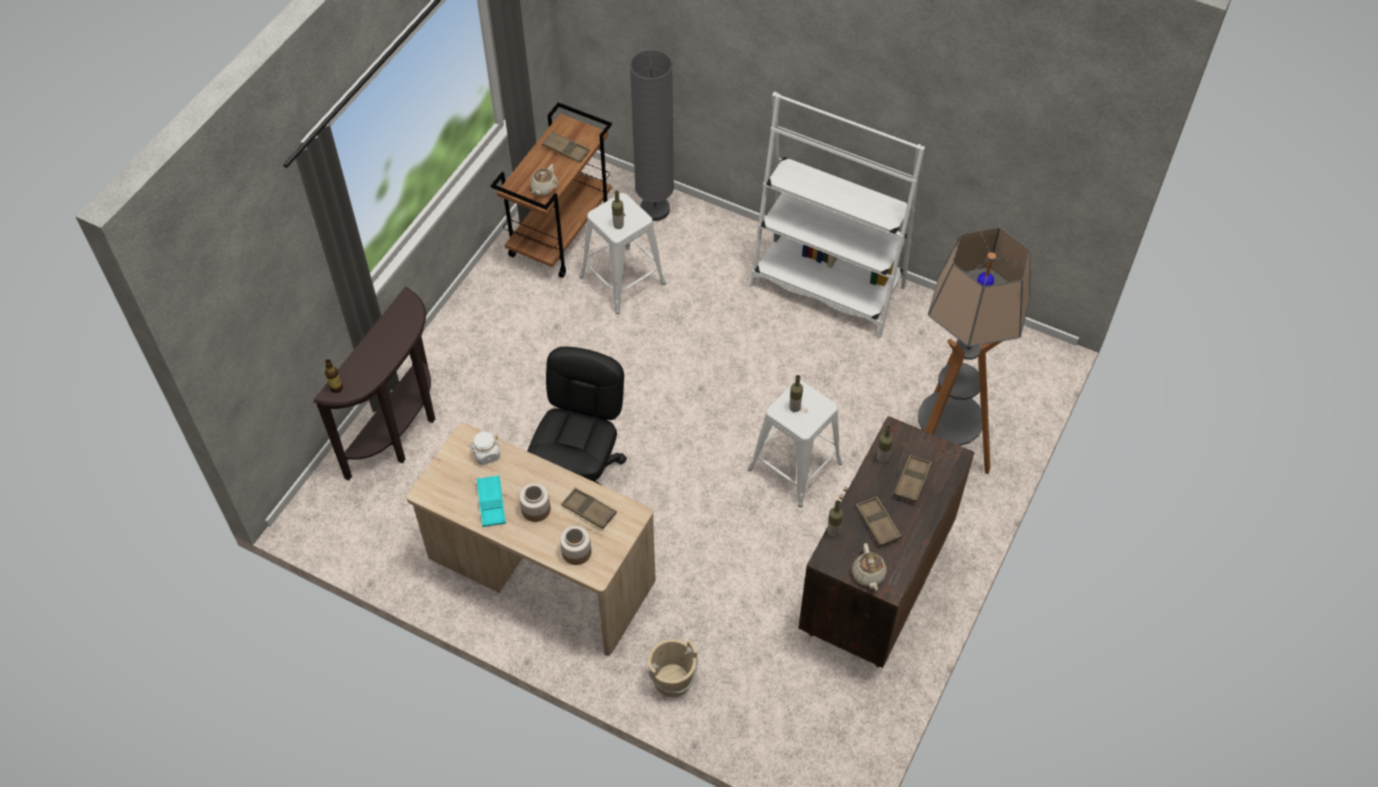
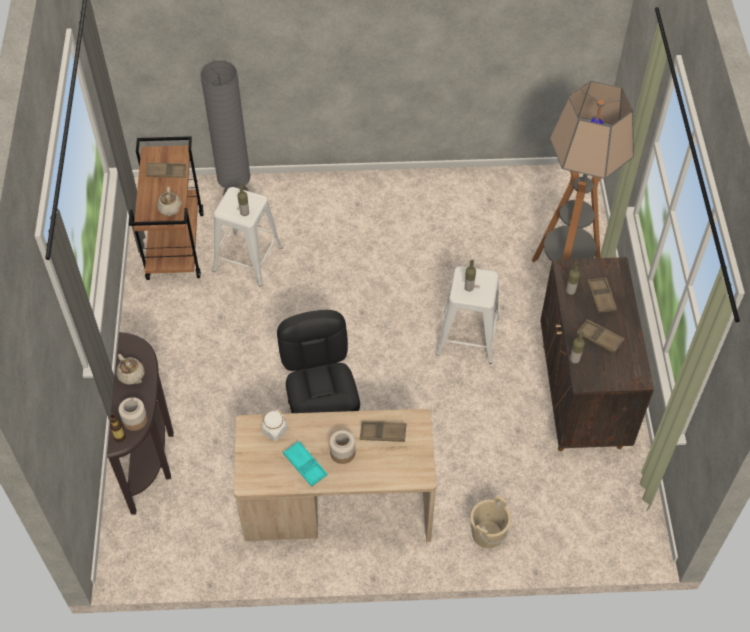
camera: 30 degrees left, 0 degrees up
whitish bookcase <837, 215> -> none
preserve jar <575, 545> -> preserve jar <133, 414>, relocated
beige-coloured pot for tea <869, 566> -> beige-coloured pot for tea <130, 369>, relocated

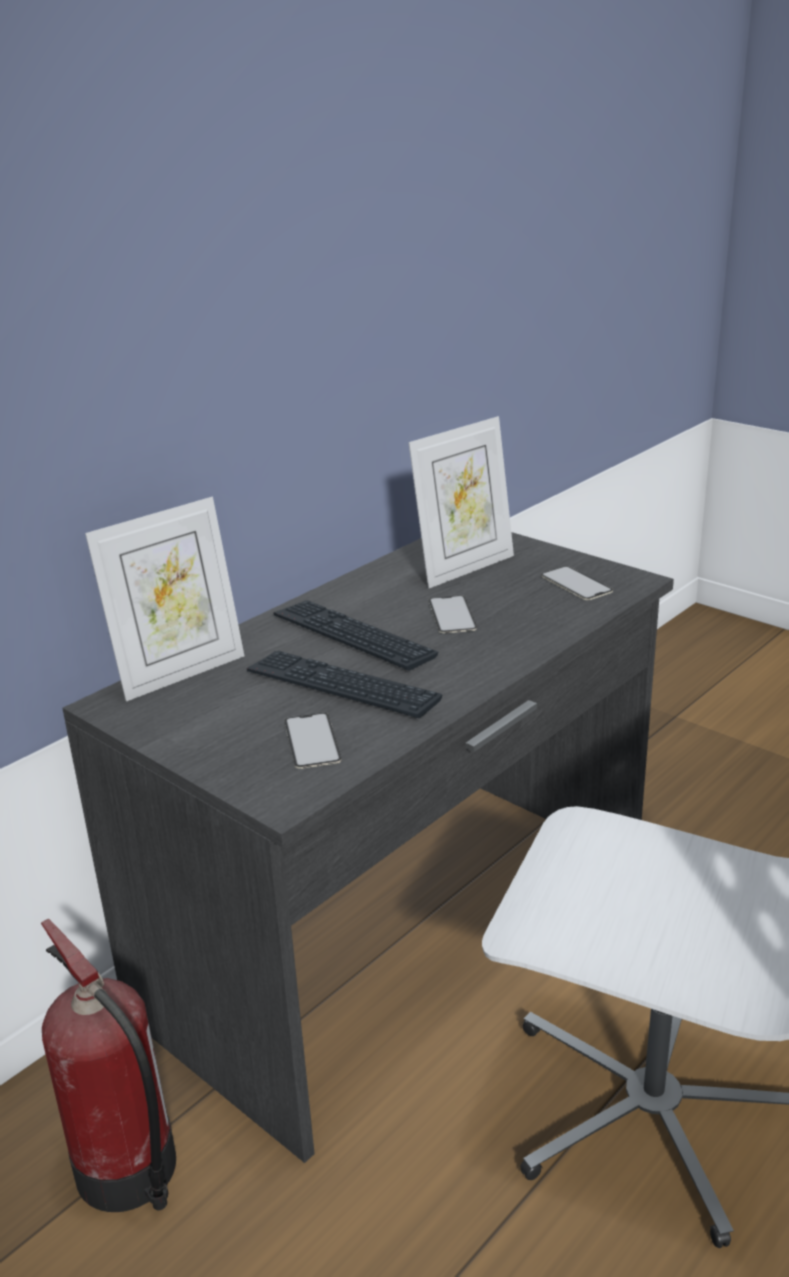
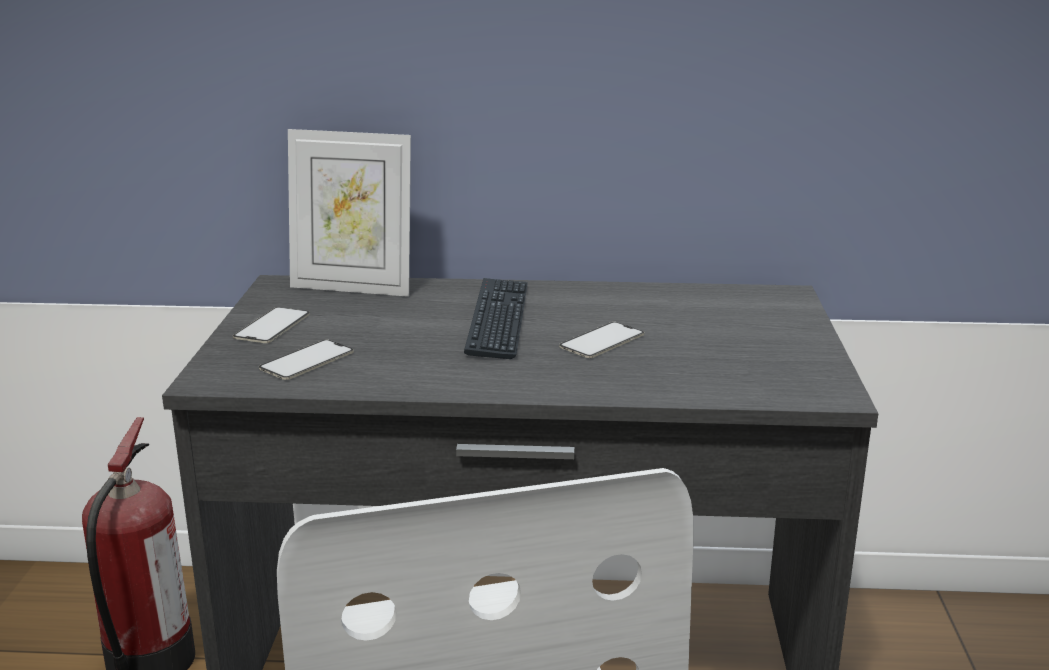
camera: 50 degrees right, 5 degrees down
picture frame <461, 502> -> none
handset <577, 583> -> handset <271, 325>, relocated
computer keyboard <345, 684> -> none

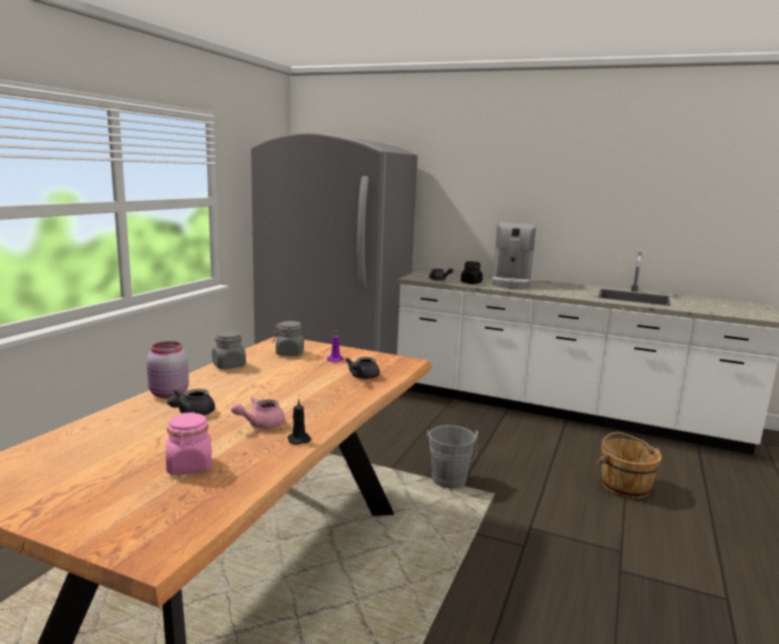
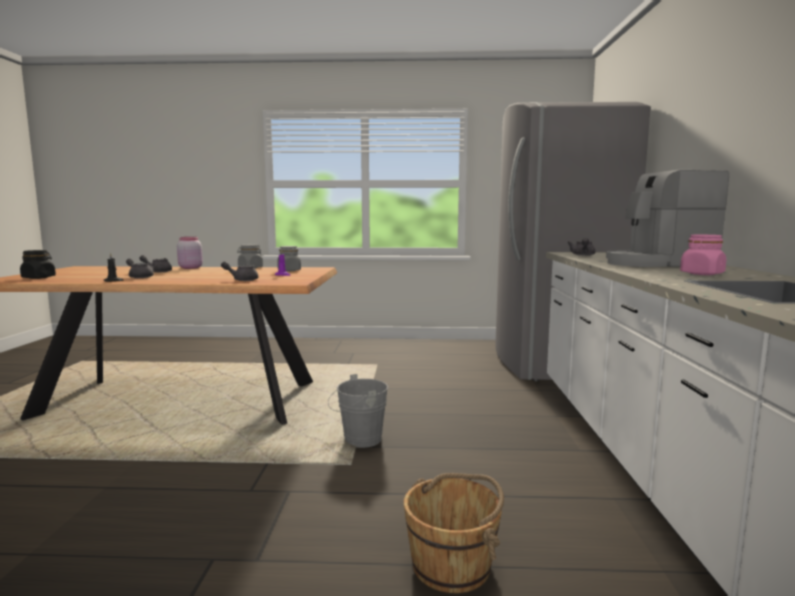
camera: 70 degrees right, 5 degrees down
black preserve jar <472, 272> -> black preserve jar <38, 264>, relocated
pink pot for tea <258, 412> -> grey pot for tea <140, 268>
pink preserve jar <189, 443> -> pink preserve jar <703, 255>, relocated

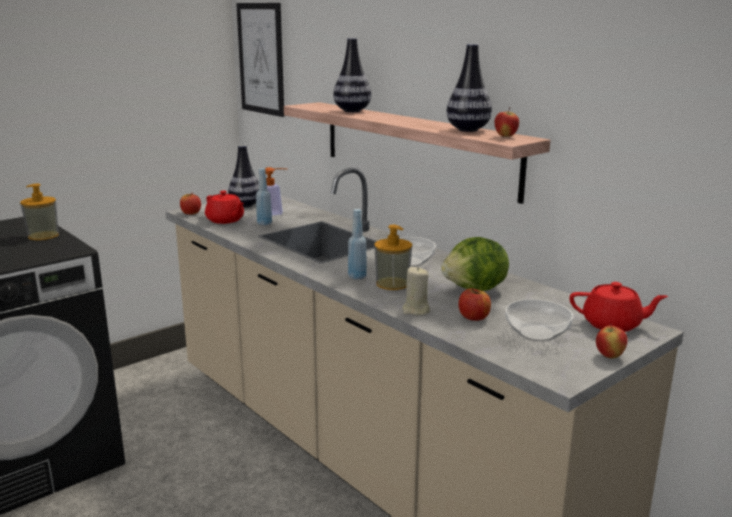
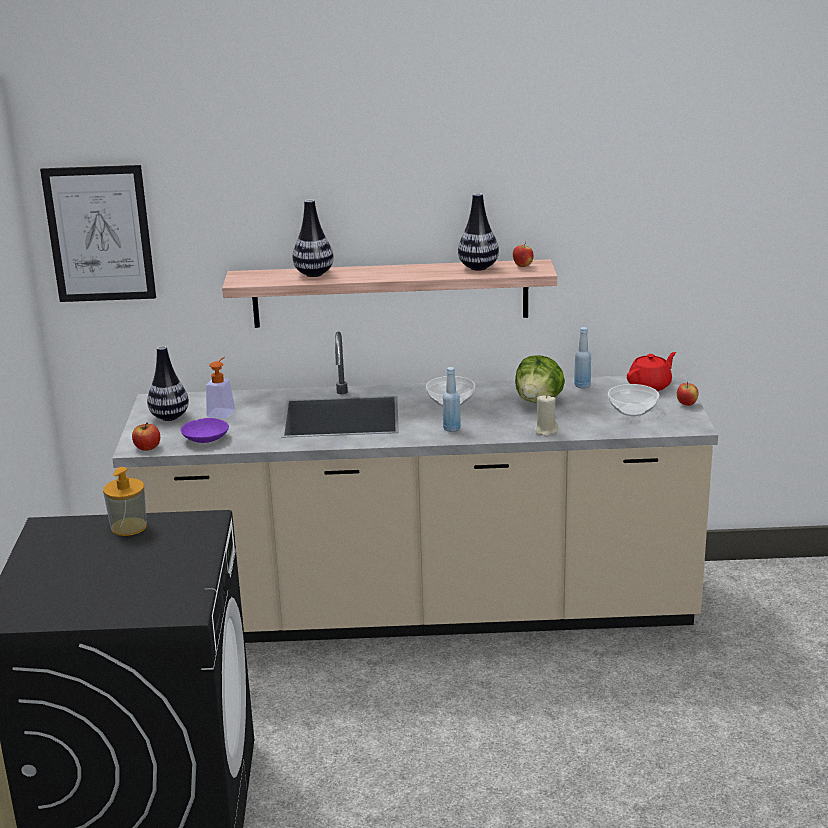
camera: 50 degrees left, 5 degrees up
bluish beverage bottle <264, 196> -> bluish beverage bottle <582, 357>, relocated
red-coloured pot for tea <224, 207> -> purple-coloured deep dish <205, 430>
soap dispenser <393, 257> -> none
whole apple <475, 304> -> none

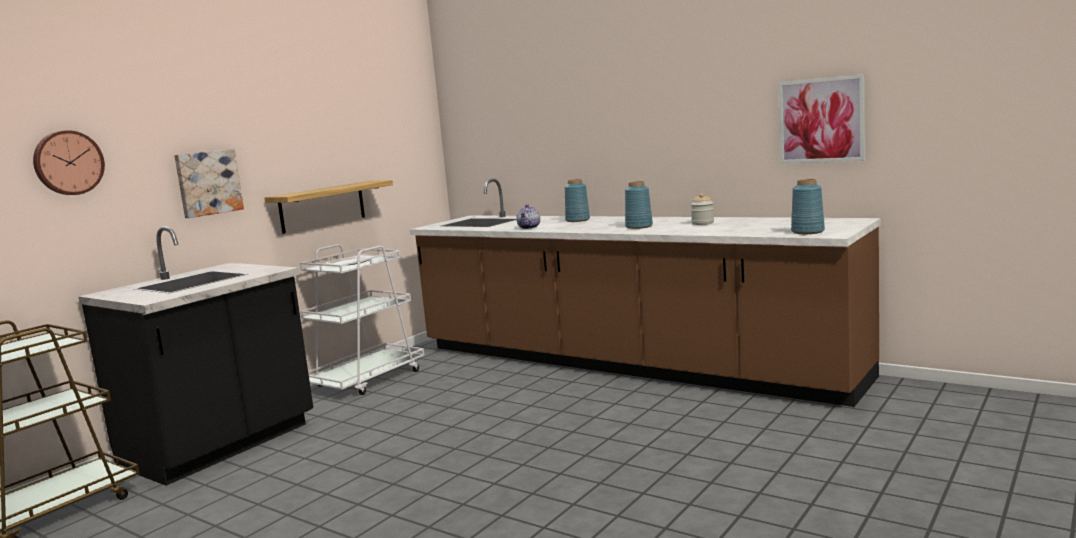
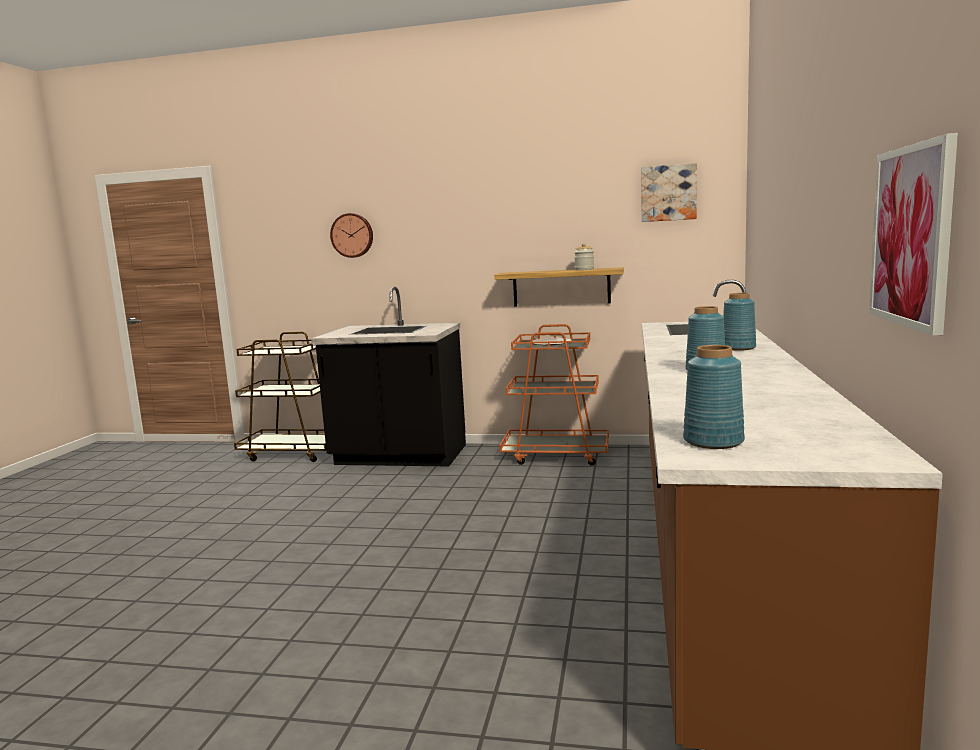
camera: 65 degrees right, 0 degrees up
picture <209, 183> -> picture <669, 192>, relocated
preserve jar <702, 209> -> preserve jar <584, 256>, relocated
pot for tea <528, 216> -> none
whitish wheeled cart <362, 319> -> orange wheeled cart <554, 395>

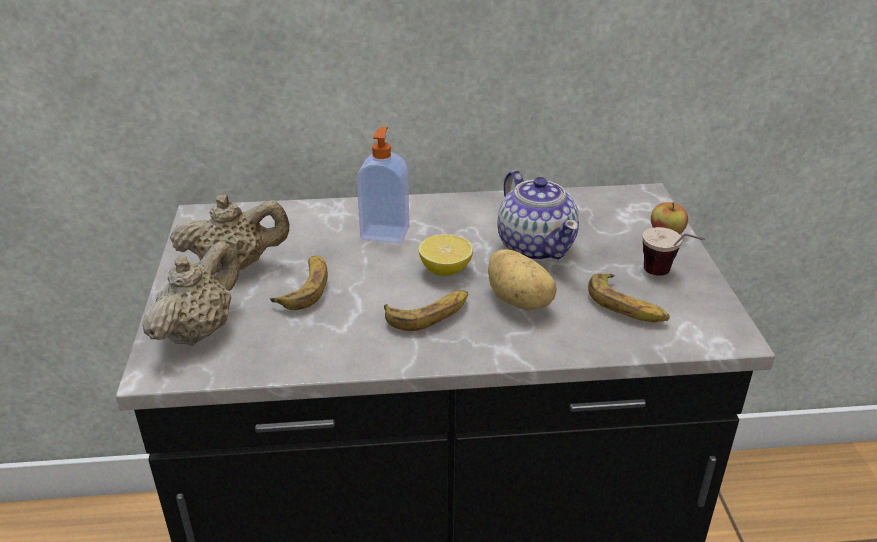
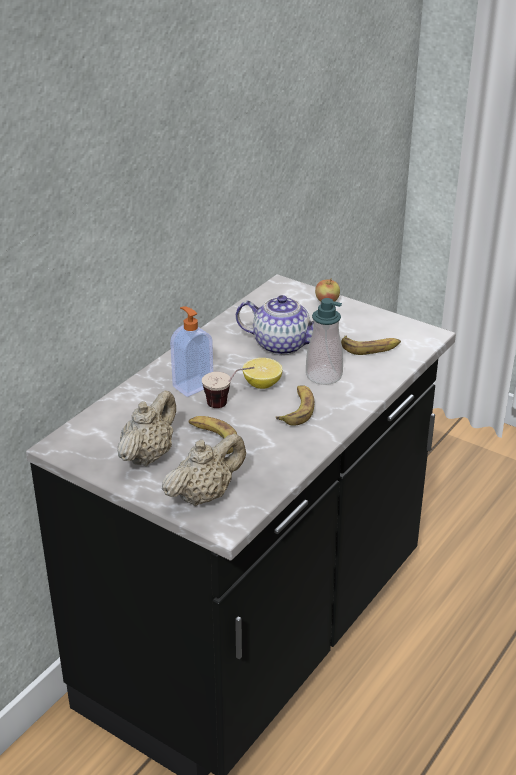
camera: 50 degrees left, 0 degrees up
cup <673, 251> -> cup <228, 387>, relocated
beige-coloured pot for tea <191, 293> -> beige-coloured pot for tea <204, 469>, 75 degrees clockwise
spud <522, 280> -> soap dispenser <324, 341>

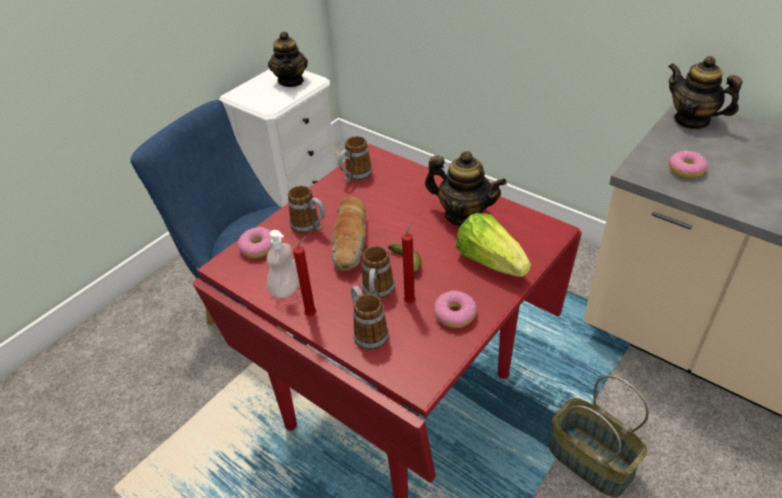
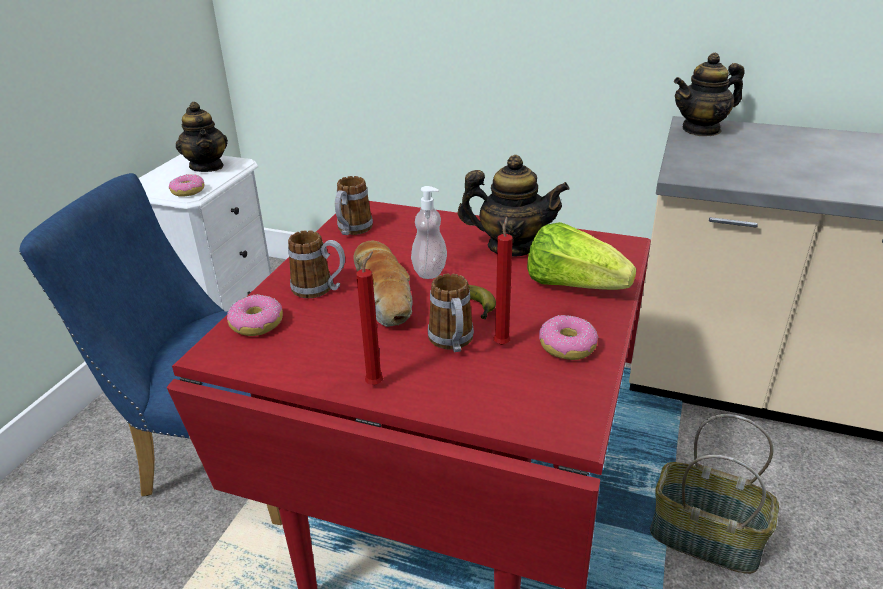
camera: 20 degrees left, 10 degrees down
pot for tea <705, 92> -> pot for tea <709, 94>, 45 degrees counterclockwise
ring doughnut <688, 164> -> ring doughnut <186, 185>, relocated
soap dispenser <283, 264> -> soap dispenser <429, 232>, relocated
tea mug <370, 317> -> none

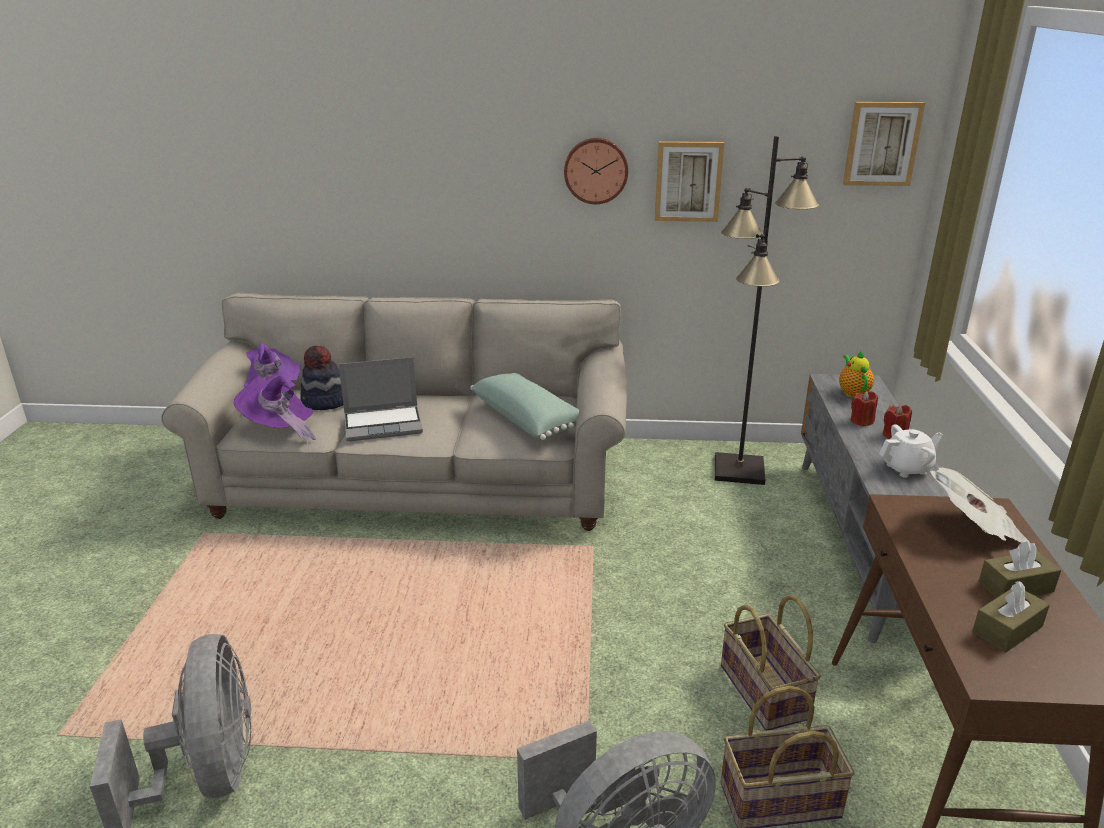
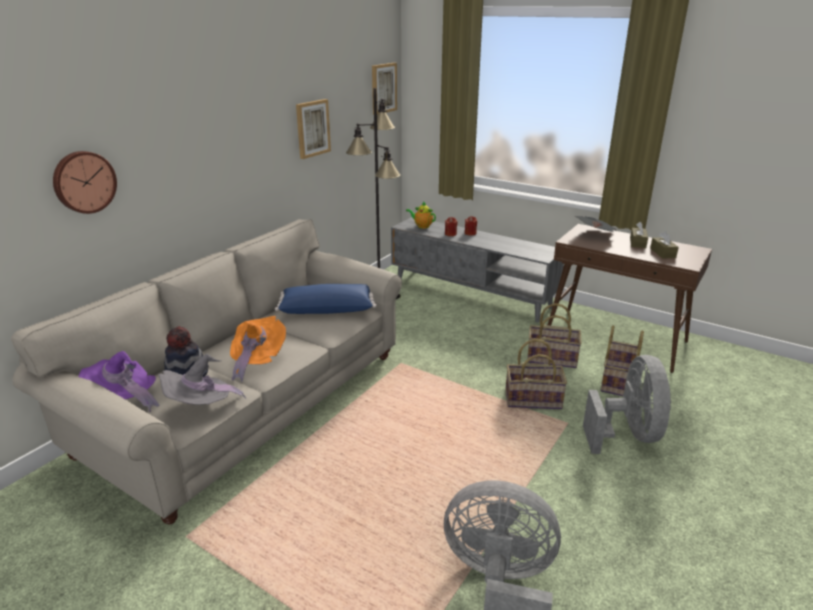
camera: 60 degrees left, 0 degrees up
clock on the wall <596, 171> -> clock on the wall <85, 182>, relocated
notebook computer <381, 399> -> orange hat <258, 349>
greenish throw pillow <524, 406> -> bluish throw pillow <325, 299>
purple-coloured hat <275, 410> -> grey hat <202, 379>
whitish pot for tea <911, 451> -> none
none -> household basket <536, 374>

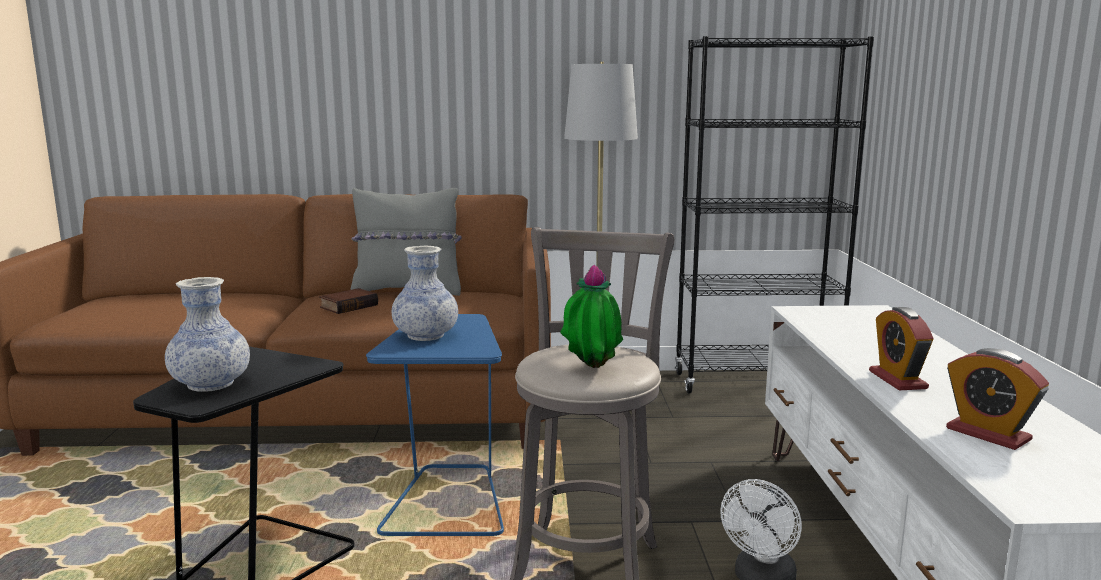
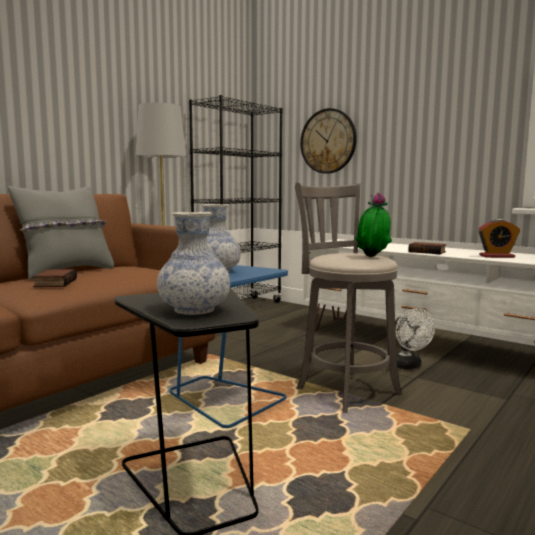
camera: 50 degrees left, 5 degrees down
alarm clock <901, 348> -> volume <427, 248>
none -> clock on the wall <328, 141>

